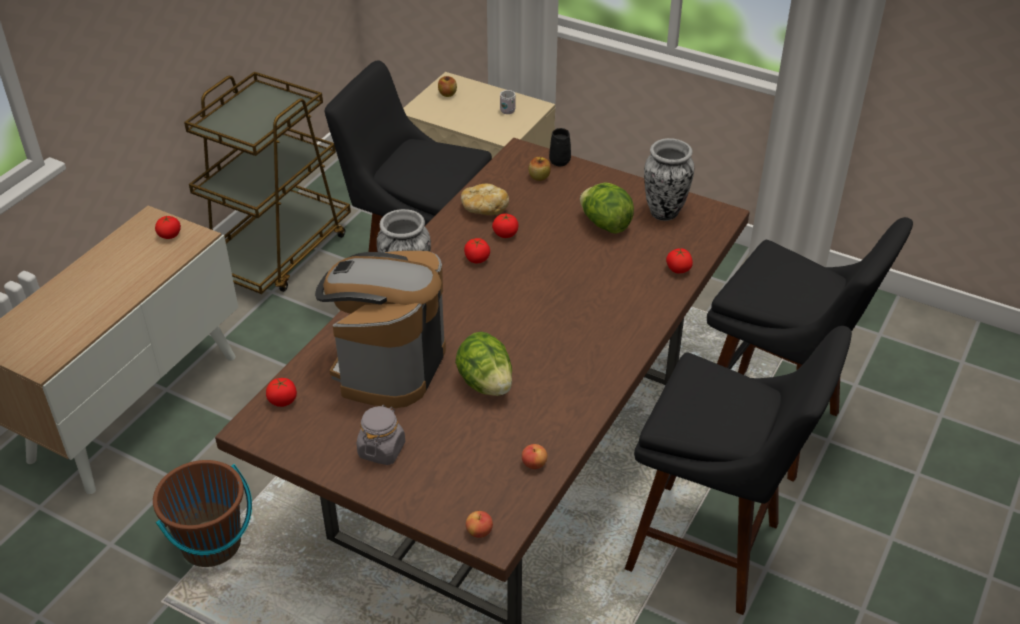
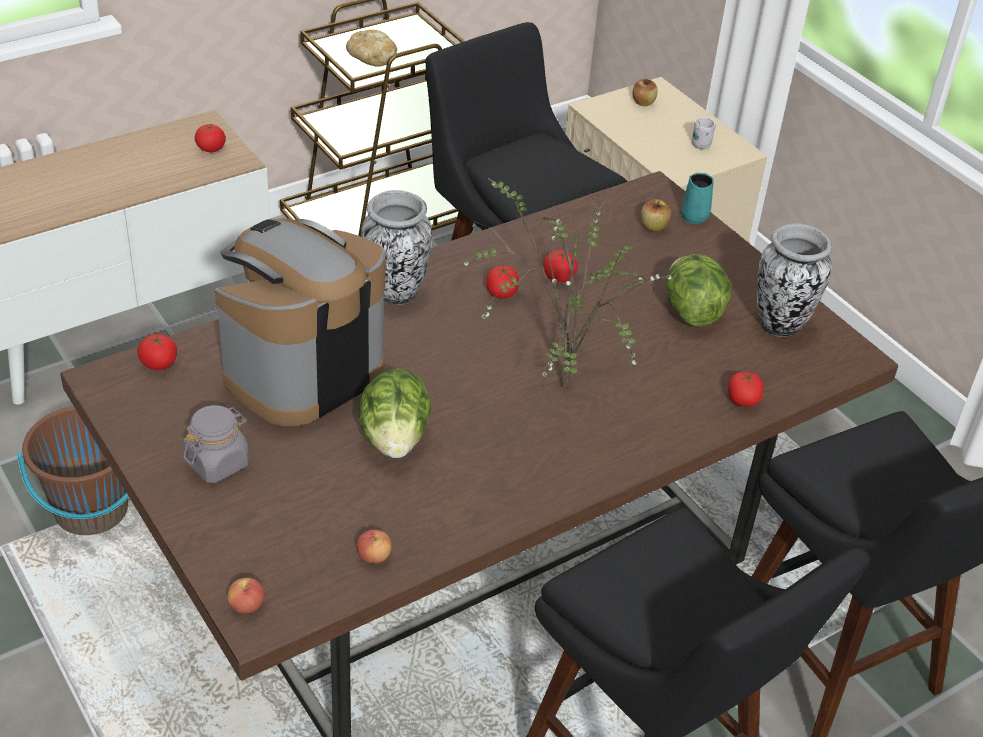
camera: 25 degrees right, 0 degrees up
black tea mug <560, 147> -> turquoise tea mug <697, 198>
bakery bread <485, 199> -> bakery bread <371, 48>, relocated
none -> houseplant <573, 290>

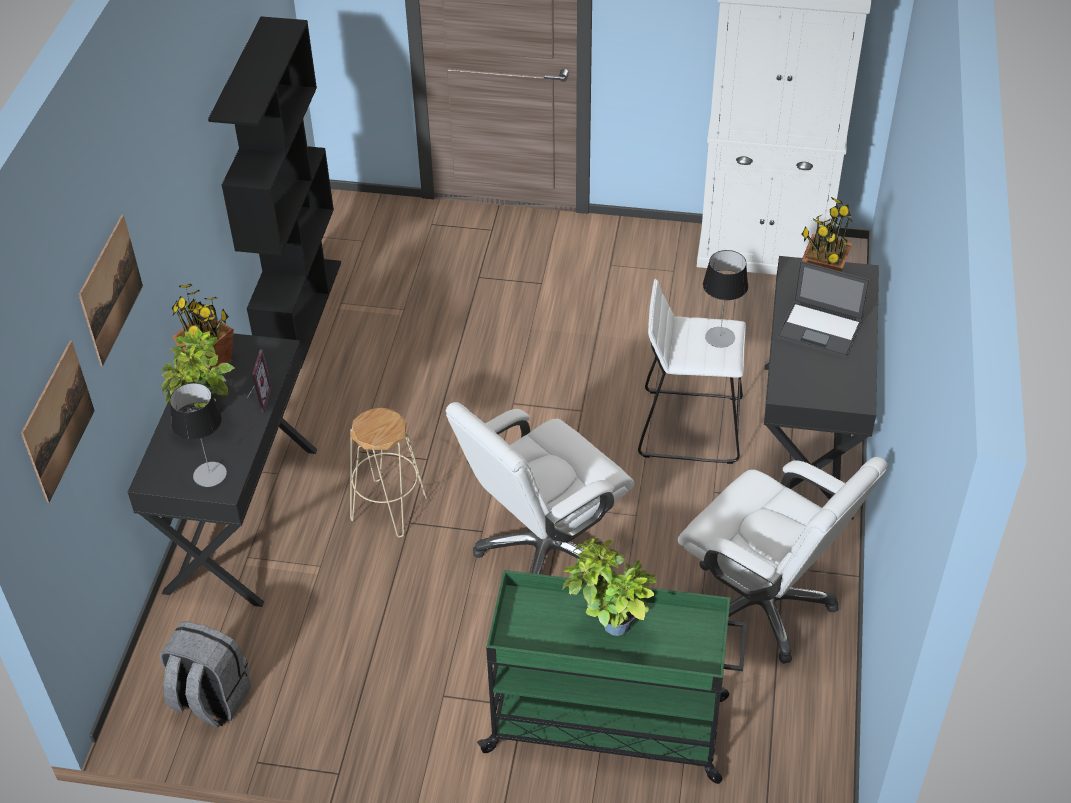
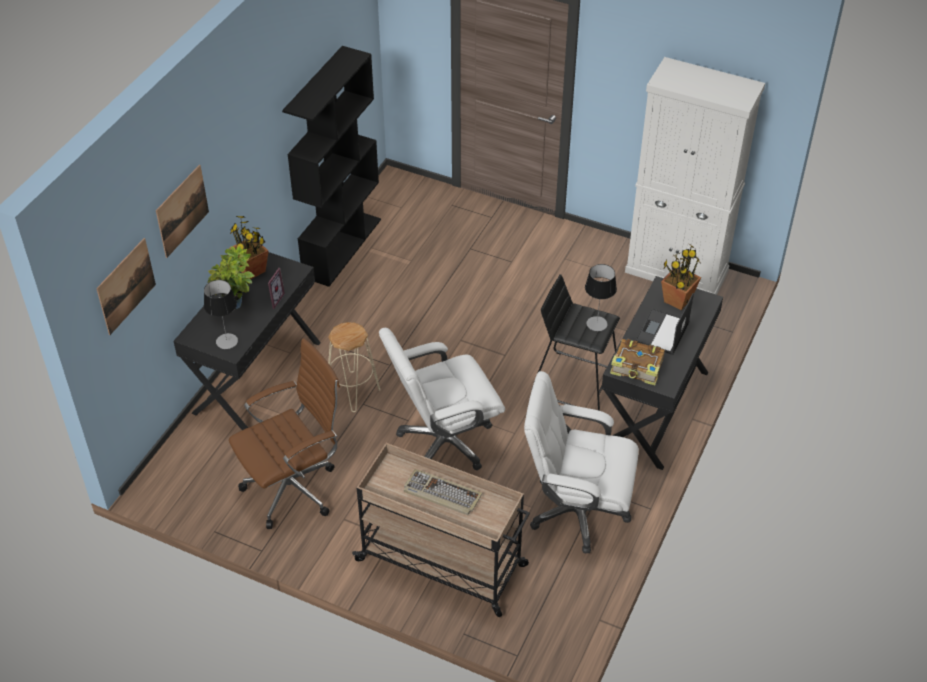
camera: 15 degrees right, 0 degrees up
notebook computer <823, 309> -> notebook computer <664, 324>, 75 degrees clockwise
whitish sitting stool <692, 371> -> black sitting stool <576, 342>
whitish computer chair <783, 560> -> whitish computer chair <581, 462>, 135 degrees clockwise
houseplant <610, 587> -> computer keyboard <443, 492>
greenish wheeled cart <612, 677> -> beige-coloured wheeled cart <441, 530>
grey rucksack <205, 674> -> none
none -> brown-coloured computer chair <284, 433>
none -> volume <637, 362>

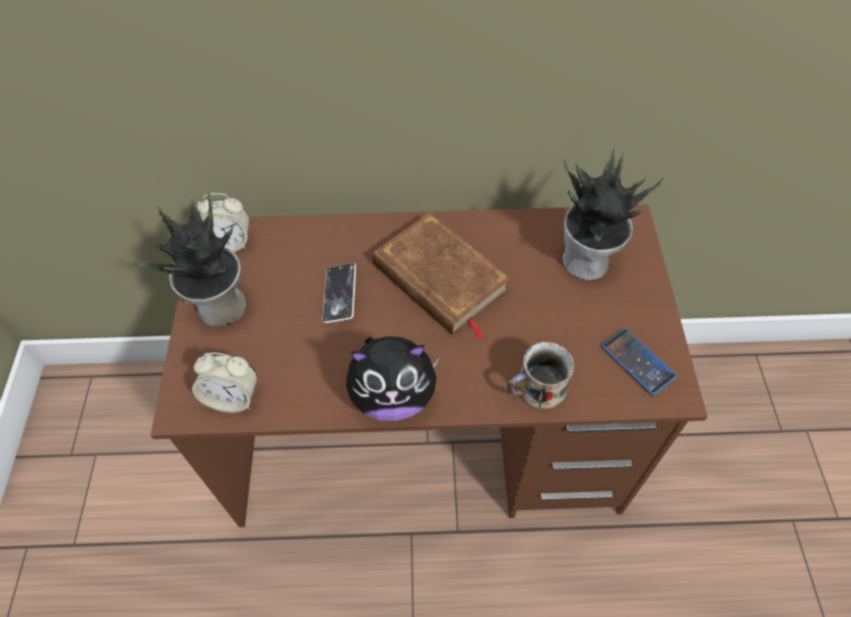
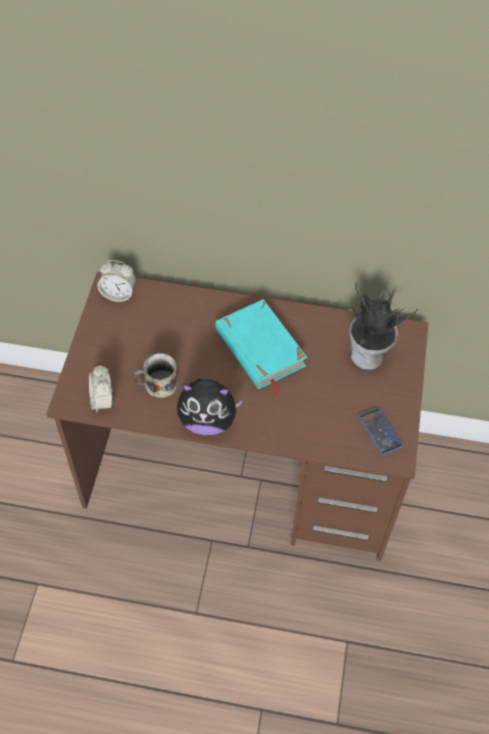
camera: 10 degrees right, 0 degrees up
houseplant <186, 259> -> none
brown-coloured volume <441, 276> -> turquoise volume <261, 347>
handset <339, 293> -> none
tea mug <540, 375> -> tea mug <155, 375>, relocated
alarm clock <225, 383> -> alarm clock <101, 388>, 60 degrees clockwise

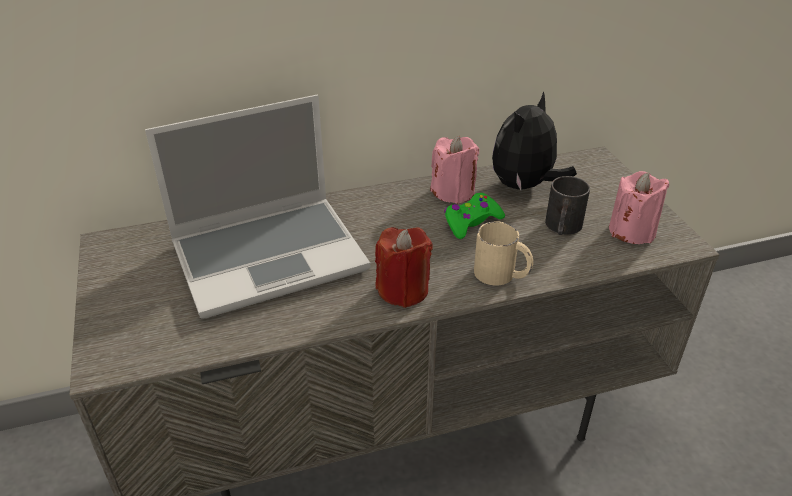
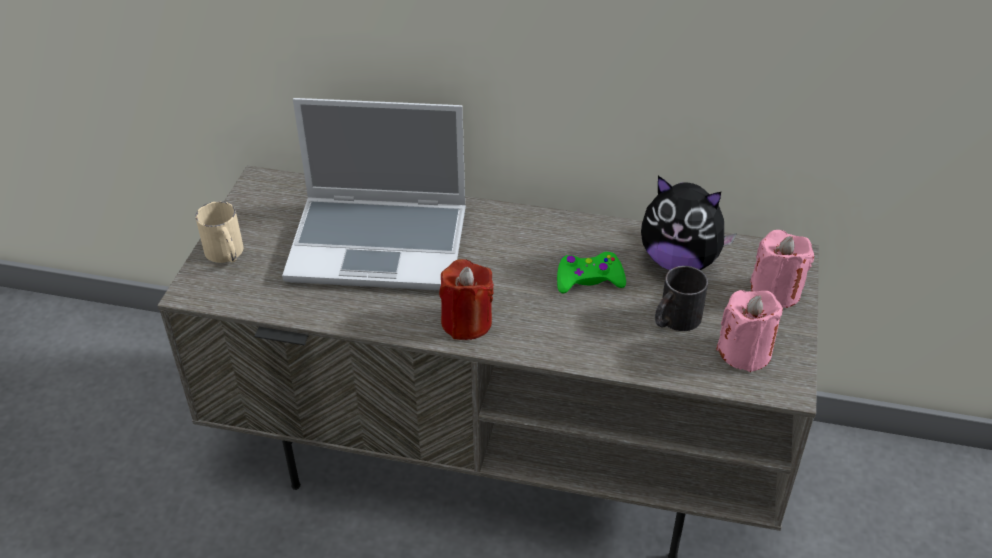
camera: 30 degrees right, 5 degrees up
plush toy <534, 140> -> plush toy <689, 223>, 135 degrees counterclockwise
pink wax candle <454, 170> -> pink wax candle <782, 269>, relocated
beige-coloured tea mug <503, 253> -> beige-coloured tea mug <219, 232>, relocated

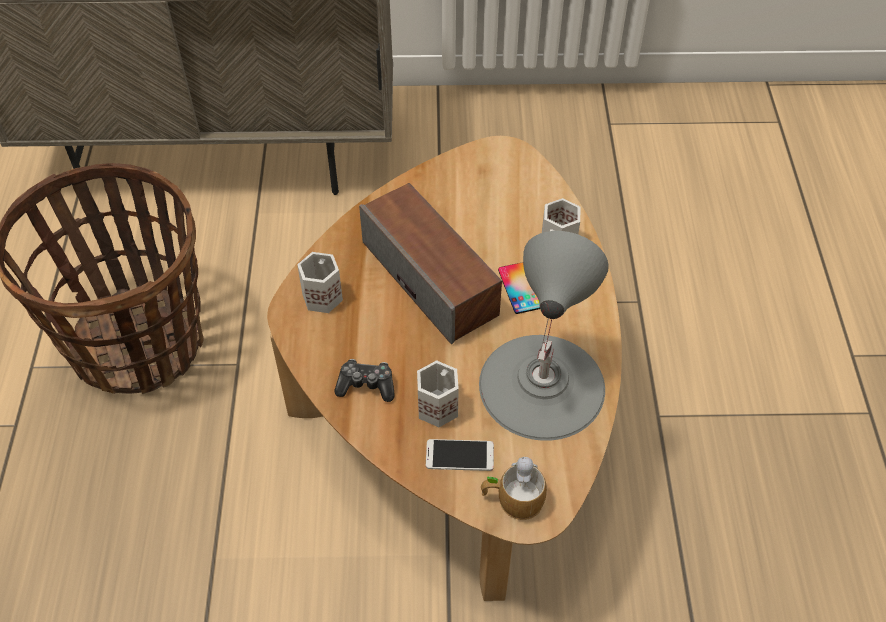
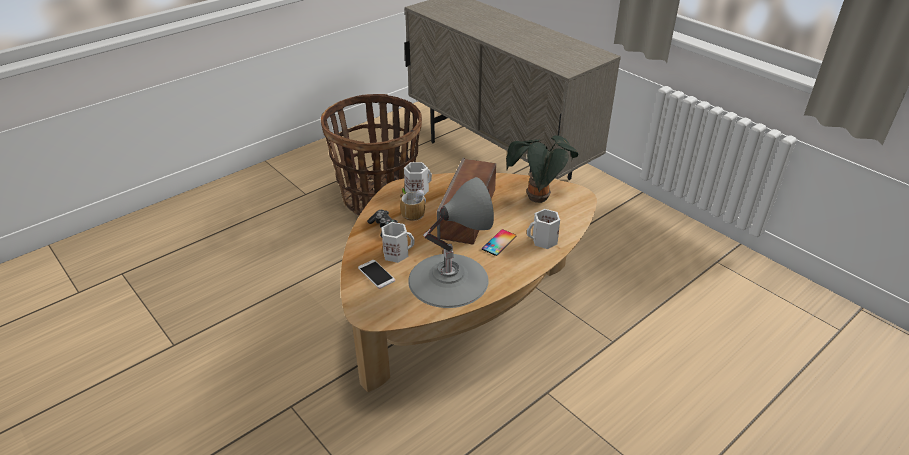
camera: 50 degrees right, 15 degrees down
tea mug <514, 488> -> tea mug <413, 204>, relocated
none -> houseplant <542, 169>

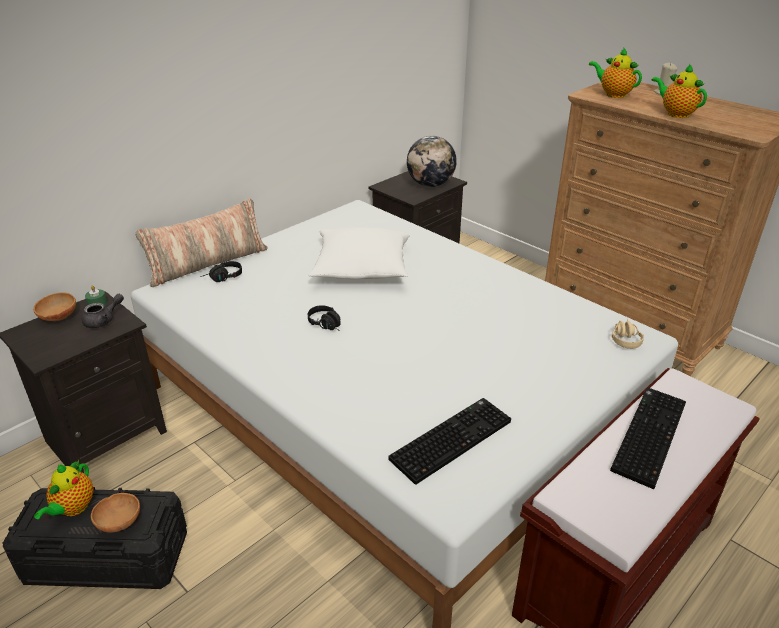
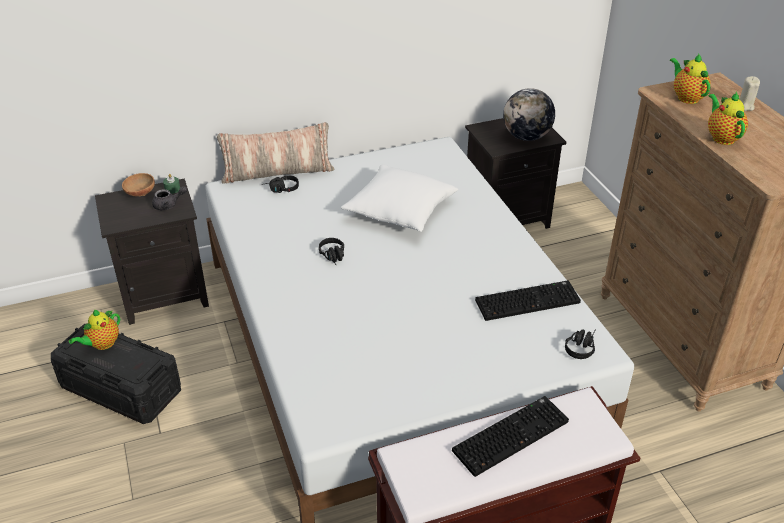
camera: 25 degrees right, 5 degrees up
beige-coloured headset <628, 334> -> black headset <580, 344>
computer keyboard <449, 441> -> computer keyboard <528, 301>, relocated
brown-coloured deep dish <115, 512> -> none

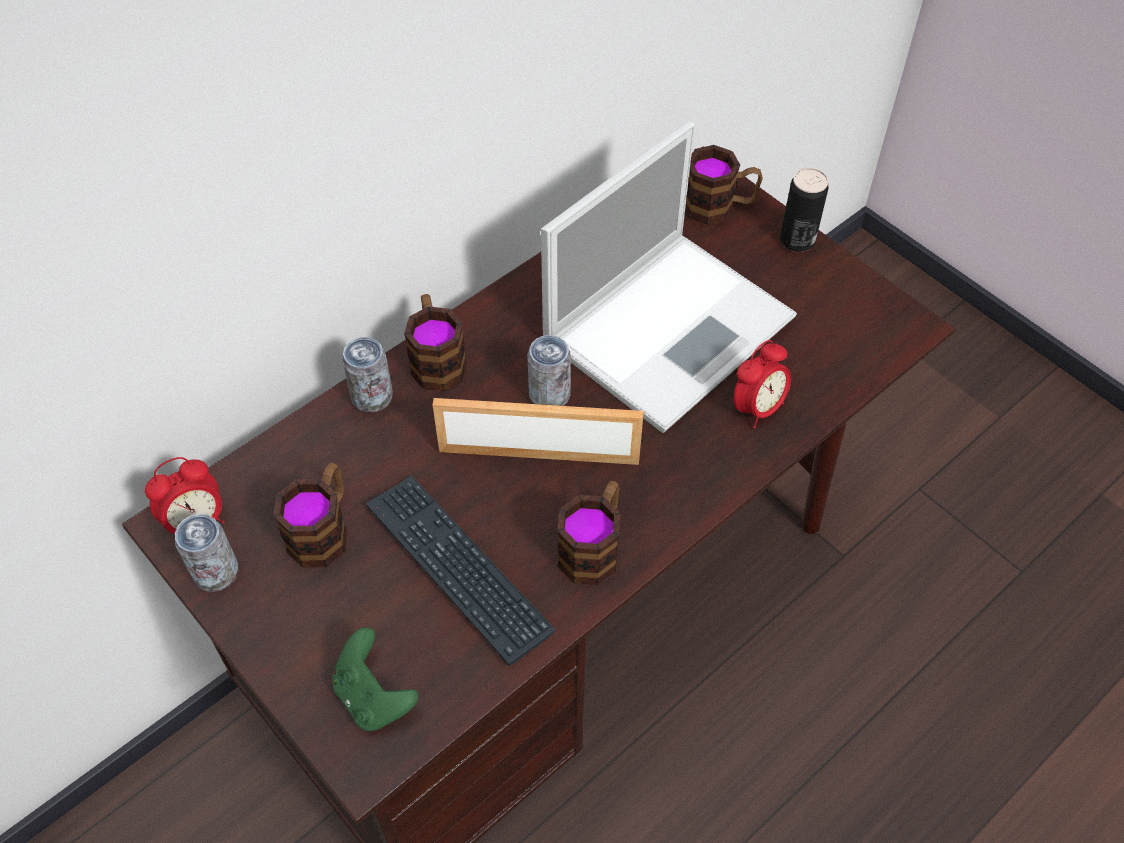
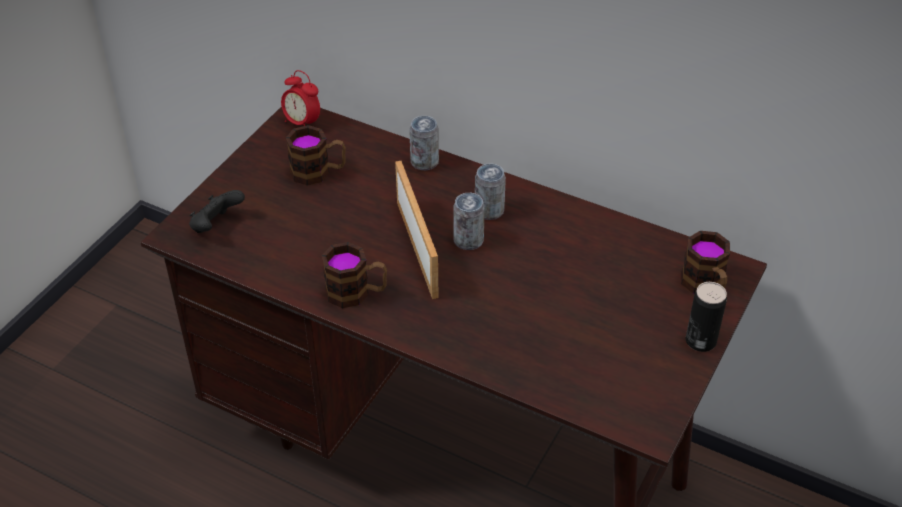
camera: 70 degrees right, 10 degrees down
notebook computer <669, 277> -> none
tea mug <435, 342> -> none
alarm clock <762, 384> -> none
computer keyboard <460, 570> -> none
can <207, 553> -> can <490, 191>, relocated
greenish joypad <375, 679> -> black joypad <217, 211>

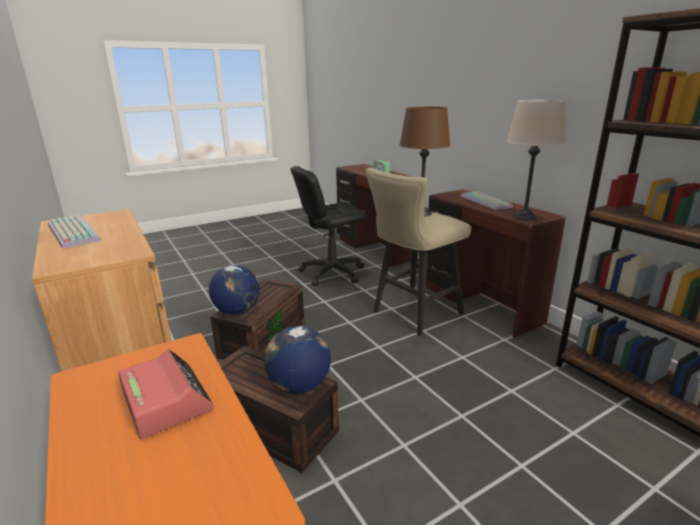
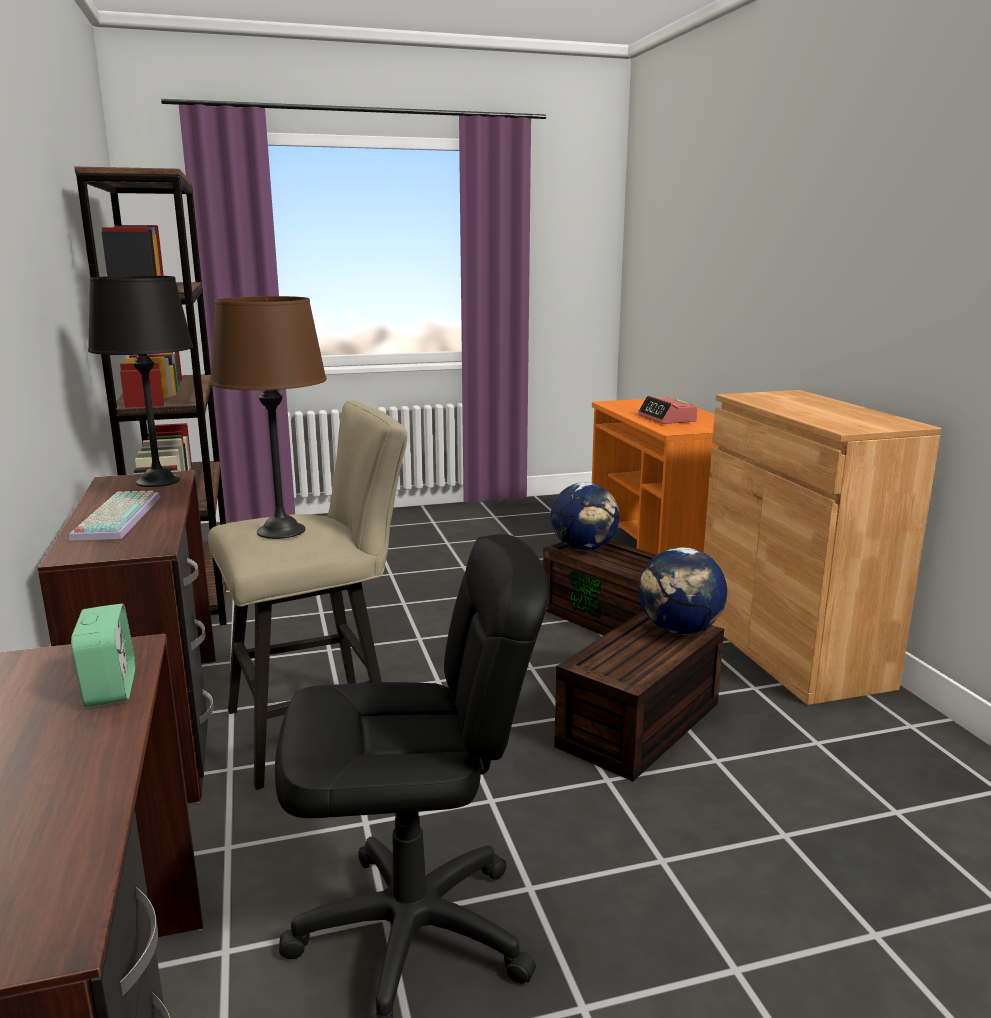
camera: 165 degrees left, 5 degrees down
beige-coloured lamp for a table <536, 160> -> black lamp for a table <141, 381>
computer keyboard <74, 232> -> none

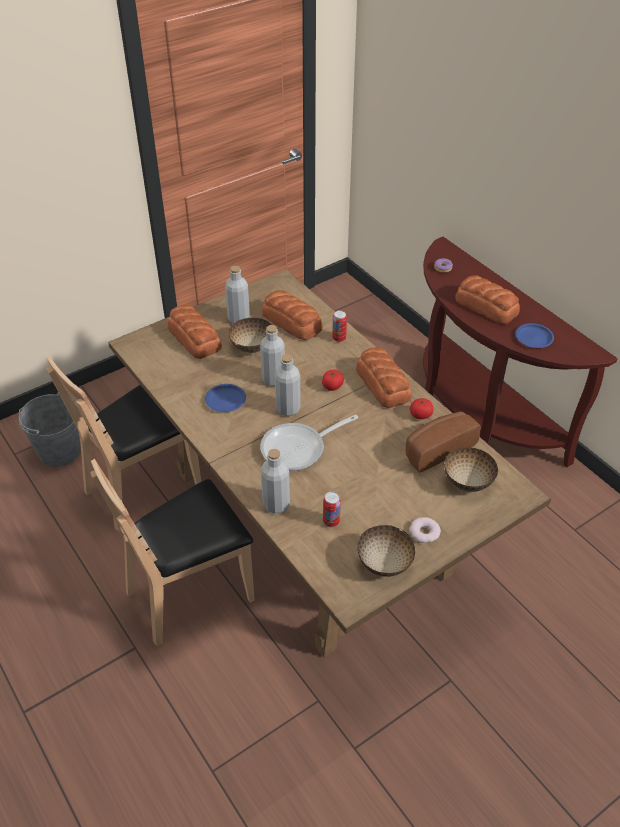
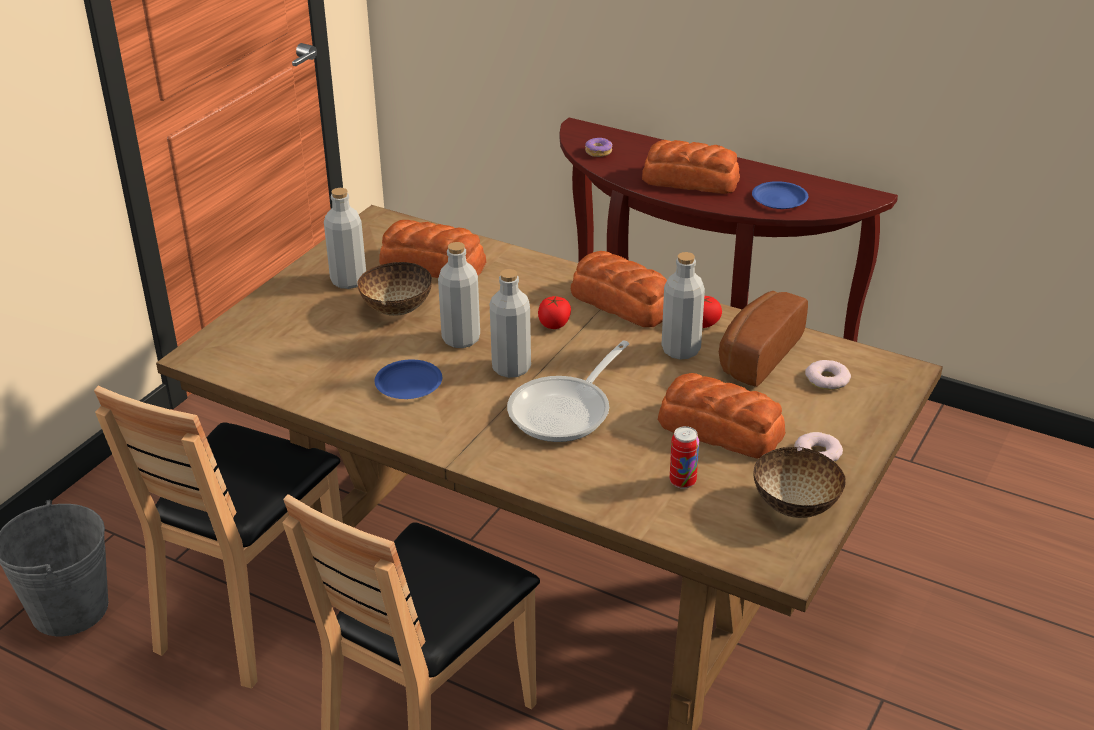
camera: 25 degrees left, 10 degrees down
bakery bread <195, 332> -> bakery bread <721, 416>, relocated
can <339, 326> -> none
deep dish <471, 470> -> ring doughnut <828, 375>
grey beverage bottle <275, 481> -> grey beverage bottle <683, 306>, relocated

